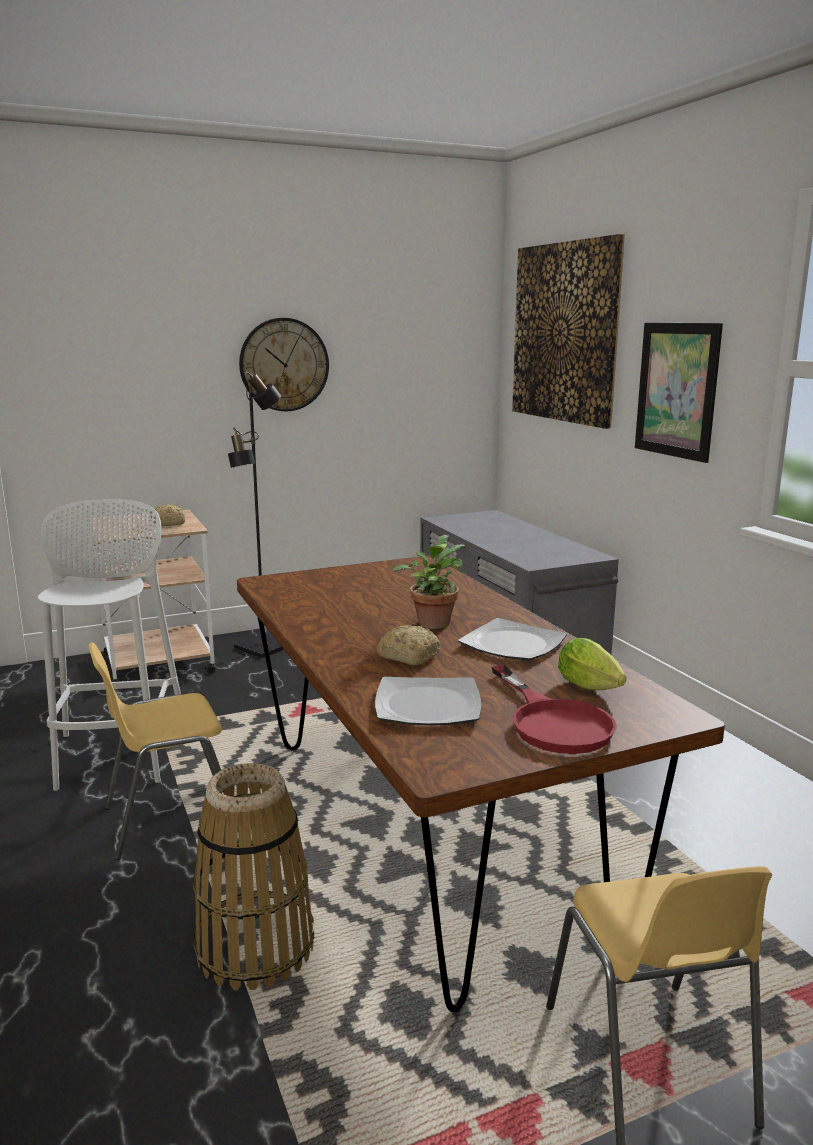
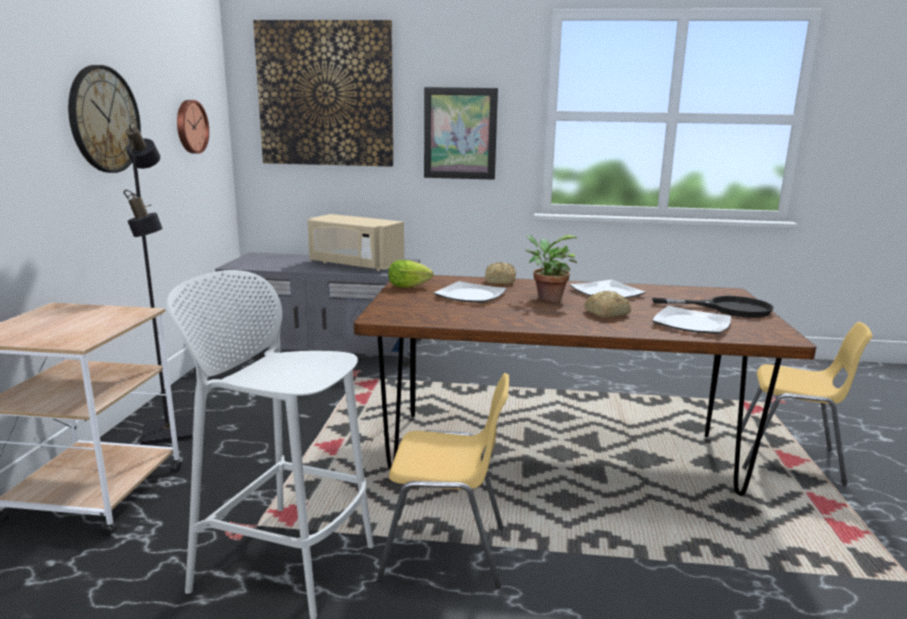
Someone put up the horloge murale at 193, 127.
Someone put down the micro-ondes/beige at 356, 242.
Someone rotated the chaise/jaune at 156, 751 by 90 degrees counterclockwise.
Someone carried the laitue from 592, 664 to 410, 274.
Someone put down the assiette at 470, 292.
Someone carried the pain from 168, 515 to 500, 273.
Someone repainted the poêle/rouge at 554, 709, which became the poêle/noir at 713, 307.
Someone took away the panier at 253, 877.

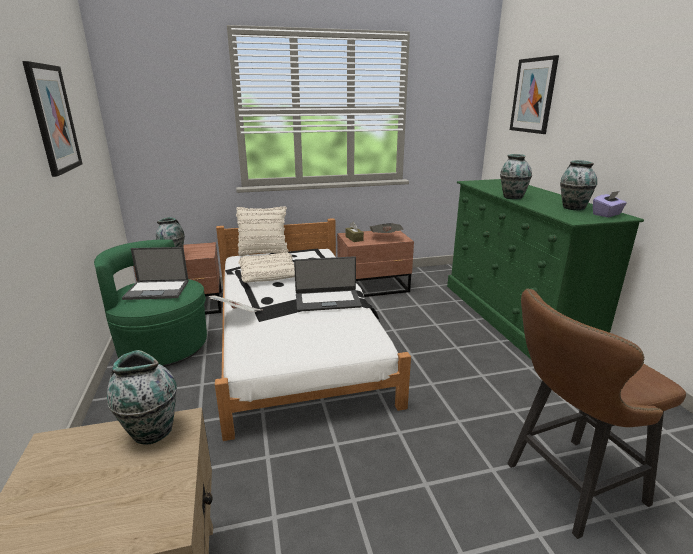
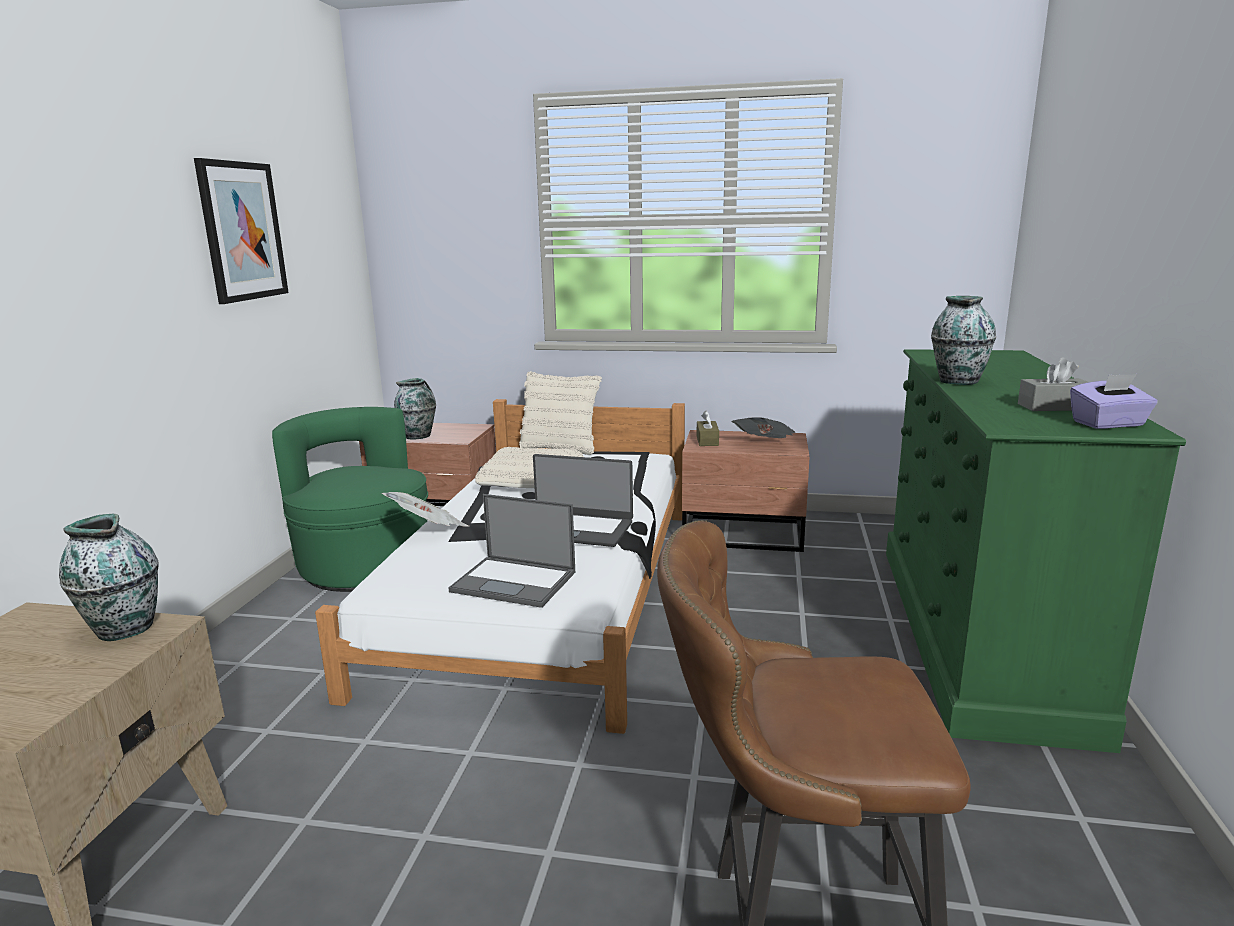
Someone carried the ordinateur portable from 155, 273 to 511, 551.
Someone swapped the vase at 578, 185 for the boîte à mouchoirs/gris at 1053, 384.
Someone took away the tableau at 534, 94.

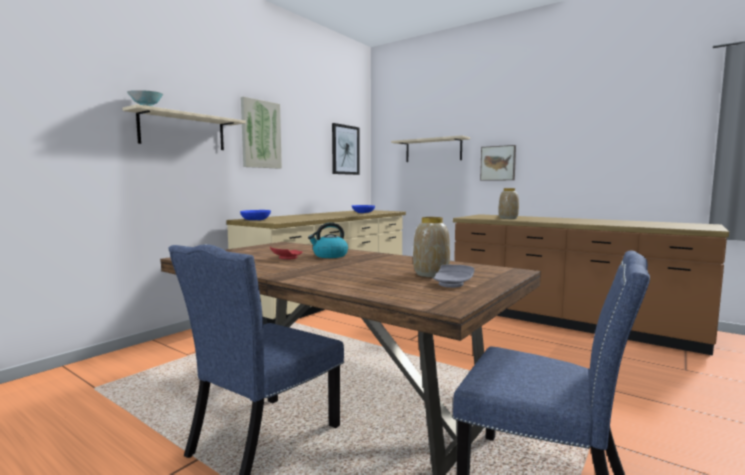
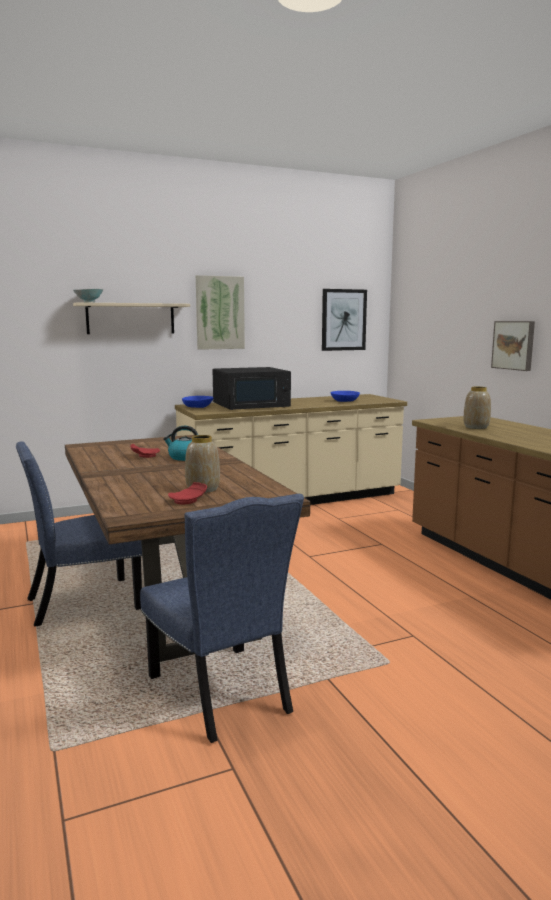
Someone repainted the assiette/gris at 453, 276, which became the assiette/rouge at 187, 493.
Someone put down the micro-ondes/noir at 252, 388.
Someone took away the étagère/beige at 430, 148.

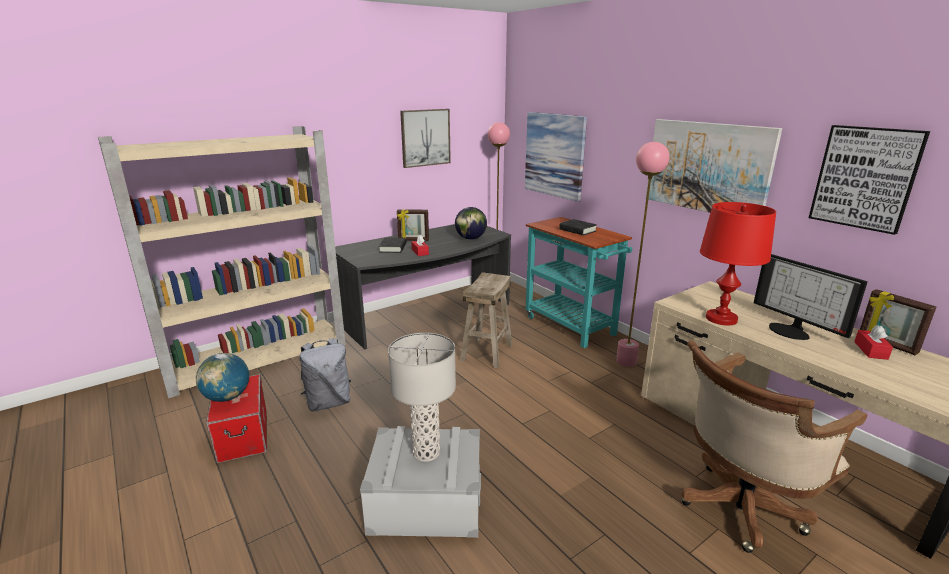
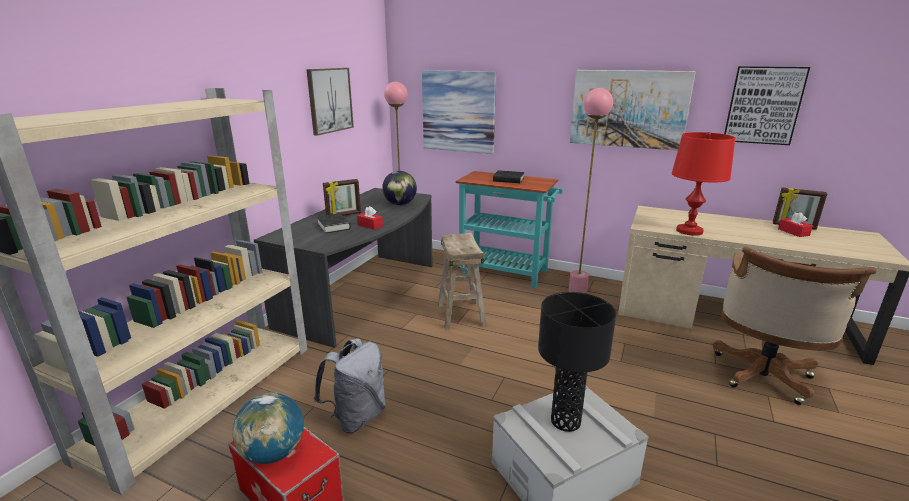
Someone repainted the lampe de table/blanc at 422, 397, which became the lampe de table/noir at 577, 362.
Someone took away the écran d'ordinateur at 810, 297.

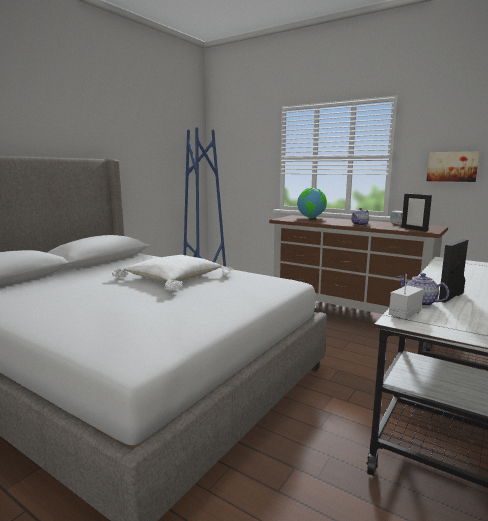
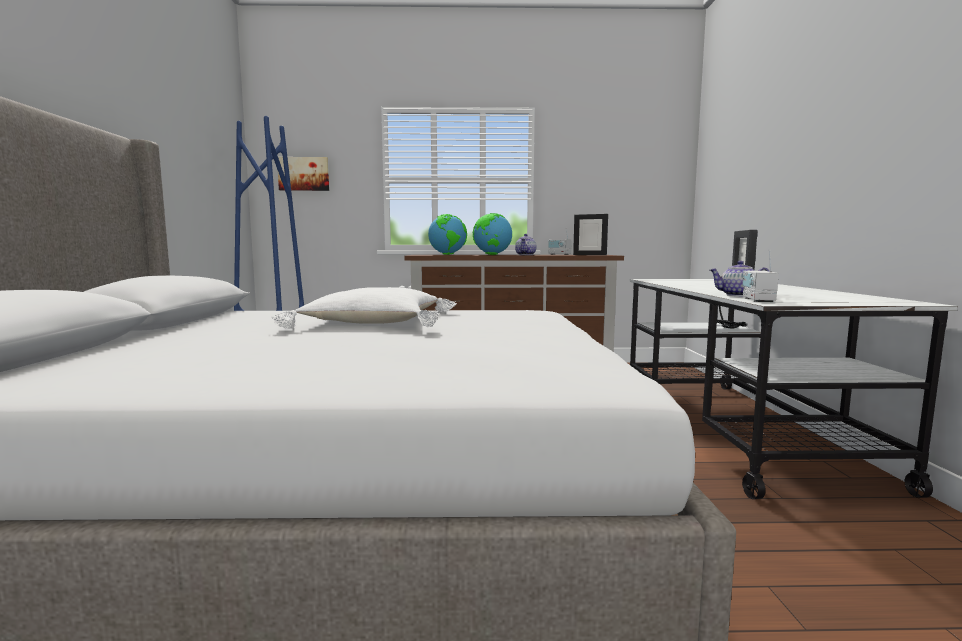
Someone carried the tableau from 453, 166 to 303, 174.
Someone put down the globe at 492, 234.

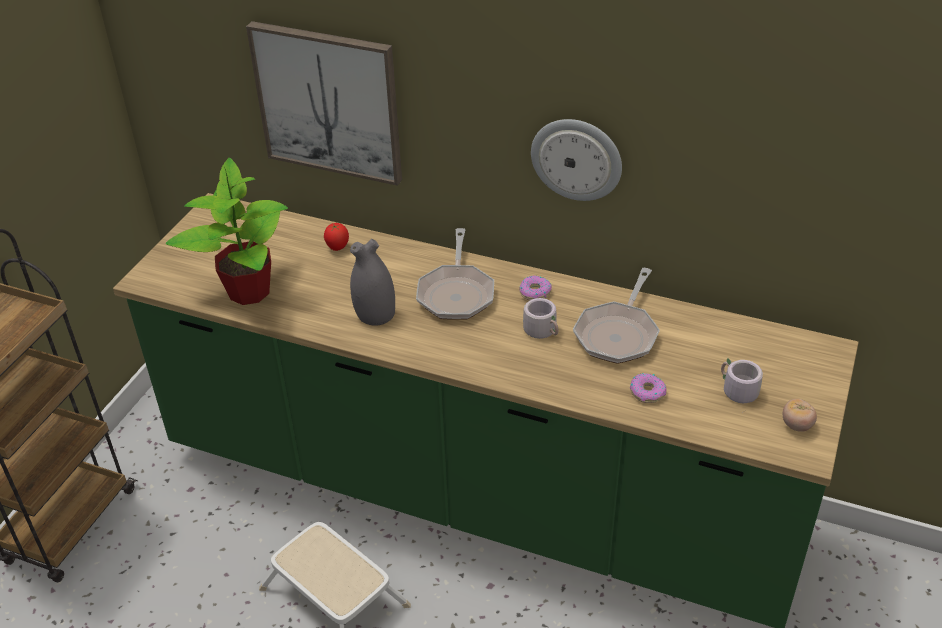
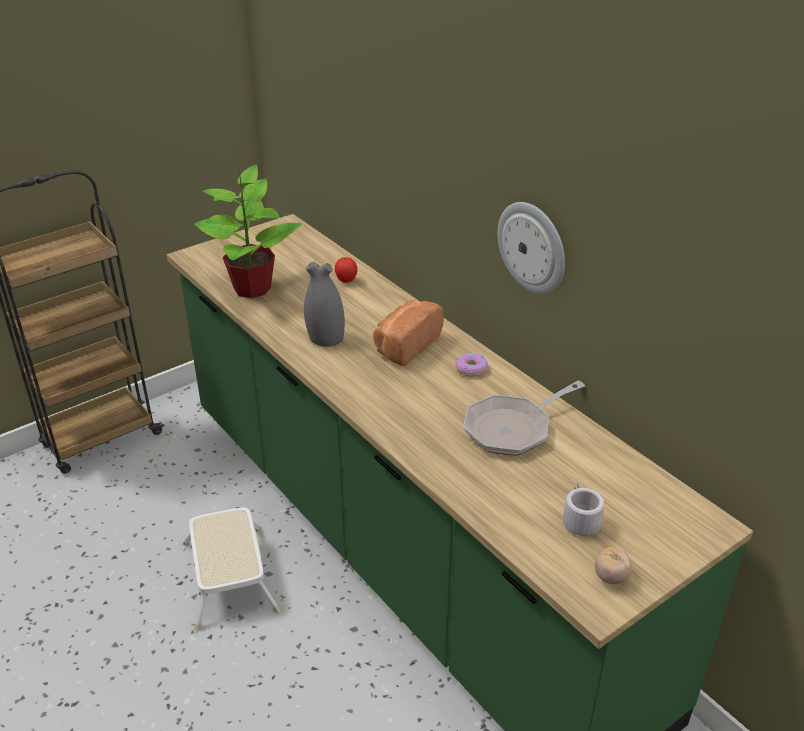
Someone swapped the poêle at 455, 274 for the pain at 408, 333.
Someone took away the tableau at 324, 103.
Someone took away the mug/gris at 540, 318.
Someone took away the beignet at 648, 388.

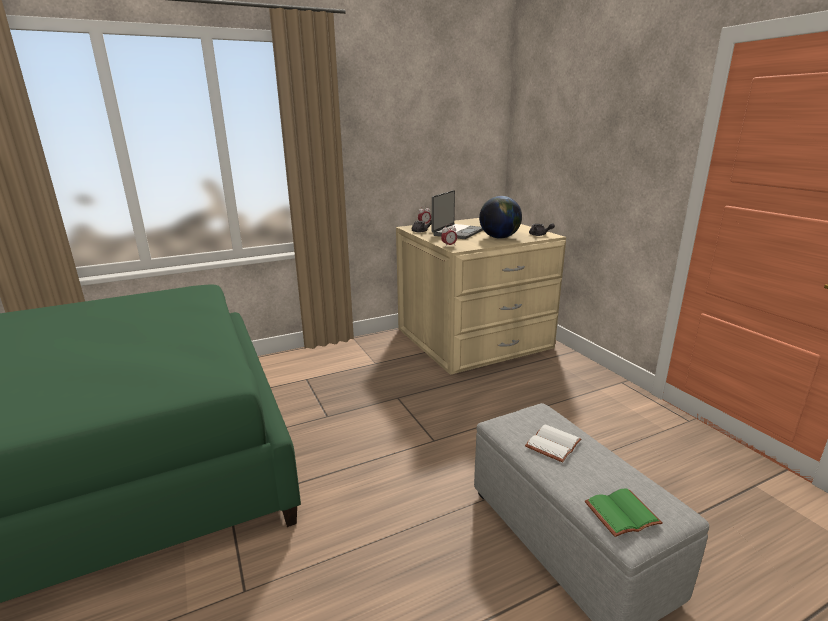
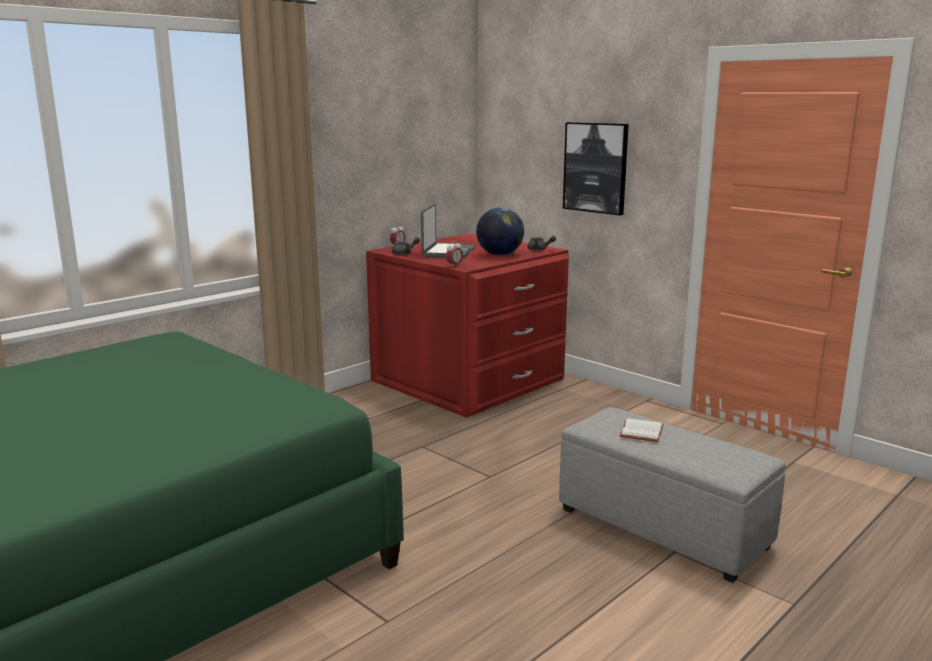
Someone repainted the commode/beige at 481, 296, which became the commode/rouge at 467, 325.
Someone put up the tableau at 596, 168.
Someone took away the livre/vert at 623, 513.

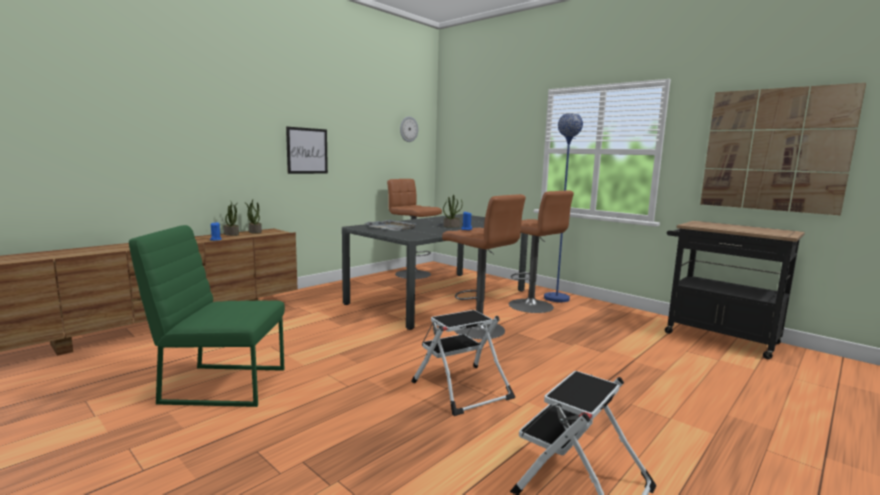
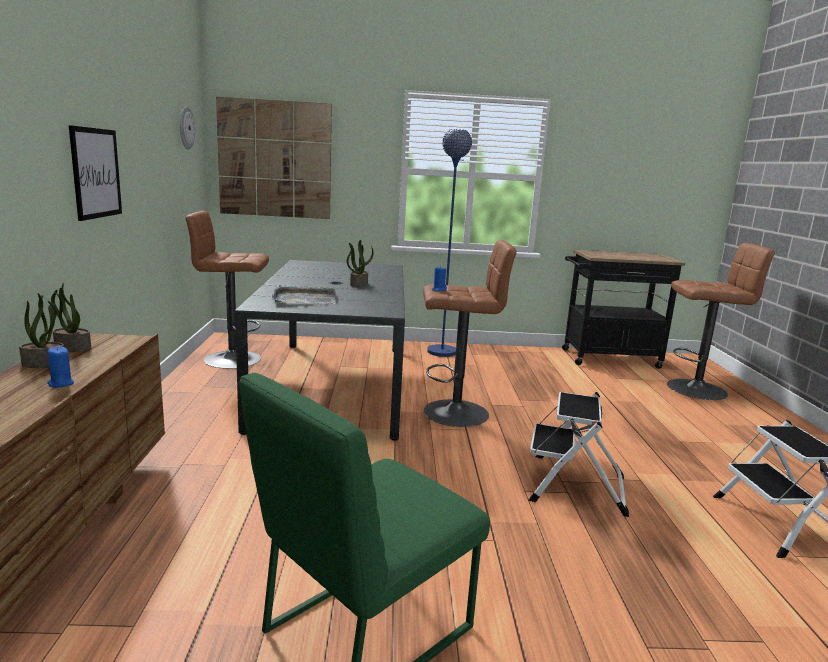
Someone carried the tableau from 783, 149 to 274, 158.
Someone carried the tabouret/marron from 541, 252 to 721, 321.

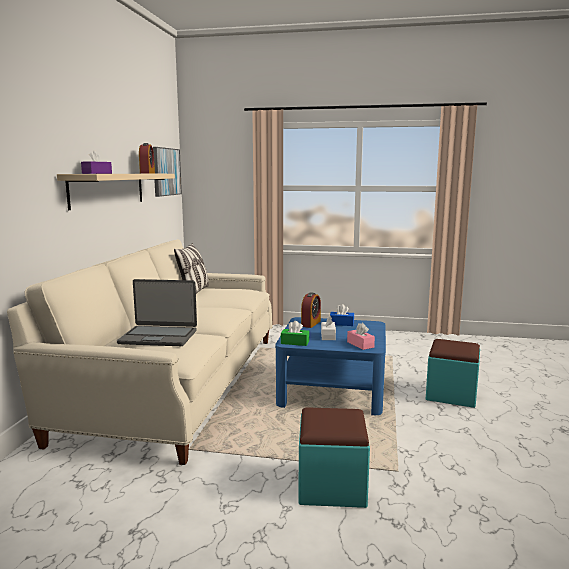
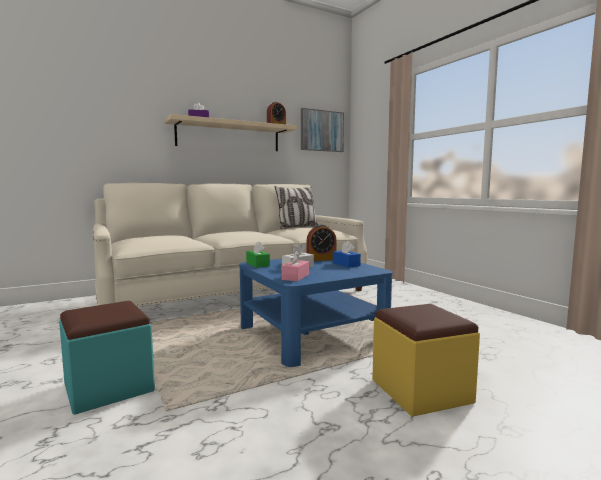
Someone repainted the pouf/turquoise at 453, 373, which became the pouf/jaune at 426, 360.
Someone took away the ordinateur portable at 157, 312.

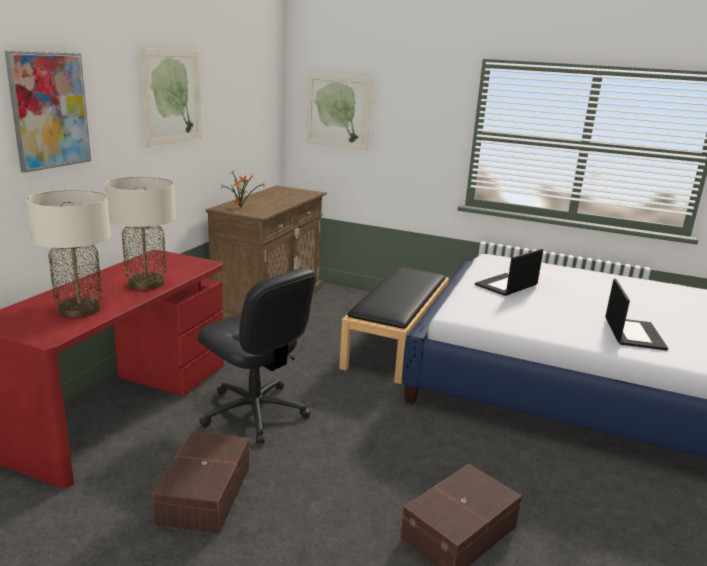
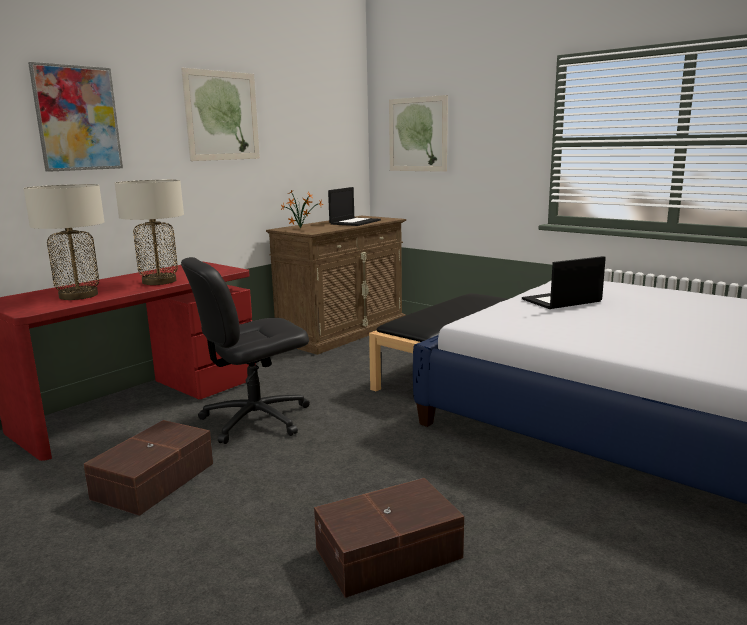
Someone rotated the chaise de bureau/noir at 256, 356 by 90 degrees clockwise.
Someone carried the ordinateur portable from 636, 314 to 354, 206.

